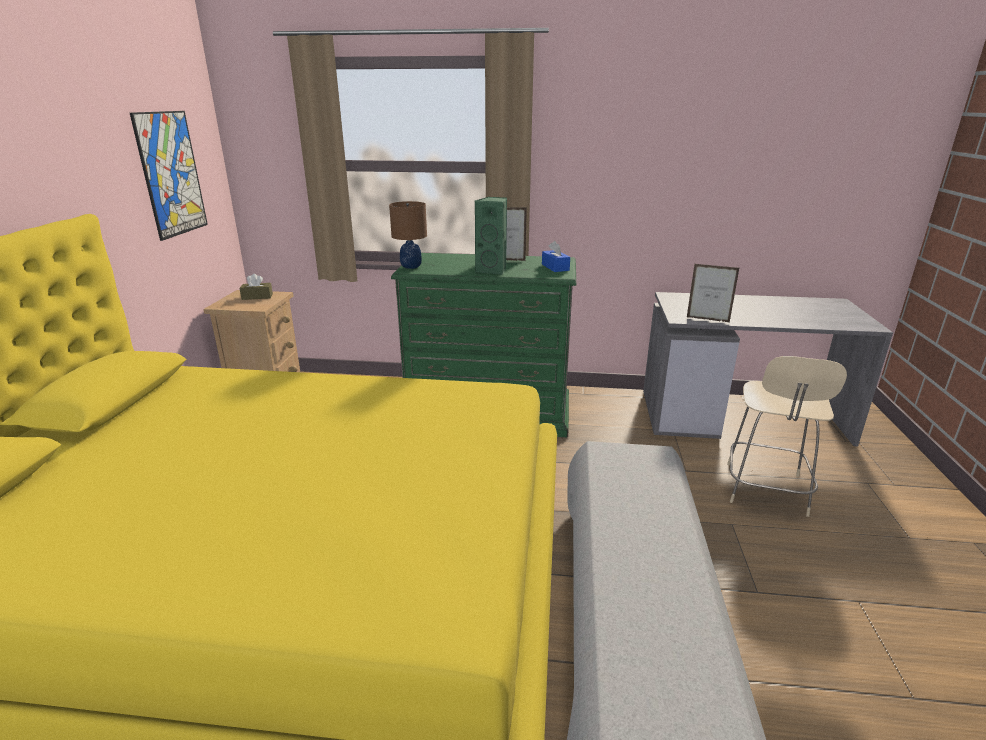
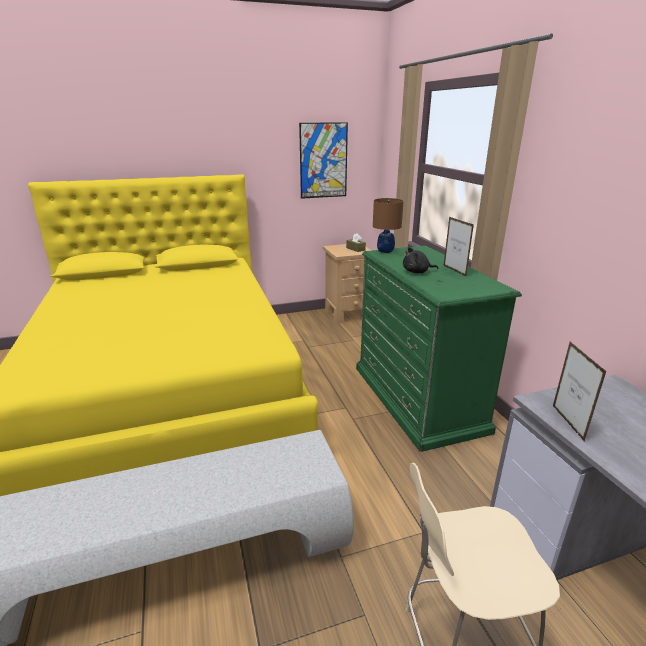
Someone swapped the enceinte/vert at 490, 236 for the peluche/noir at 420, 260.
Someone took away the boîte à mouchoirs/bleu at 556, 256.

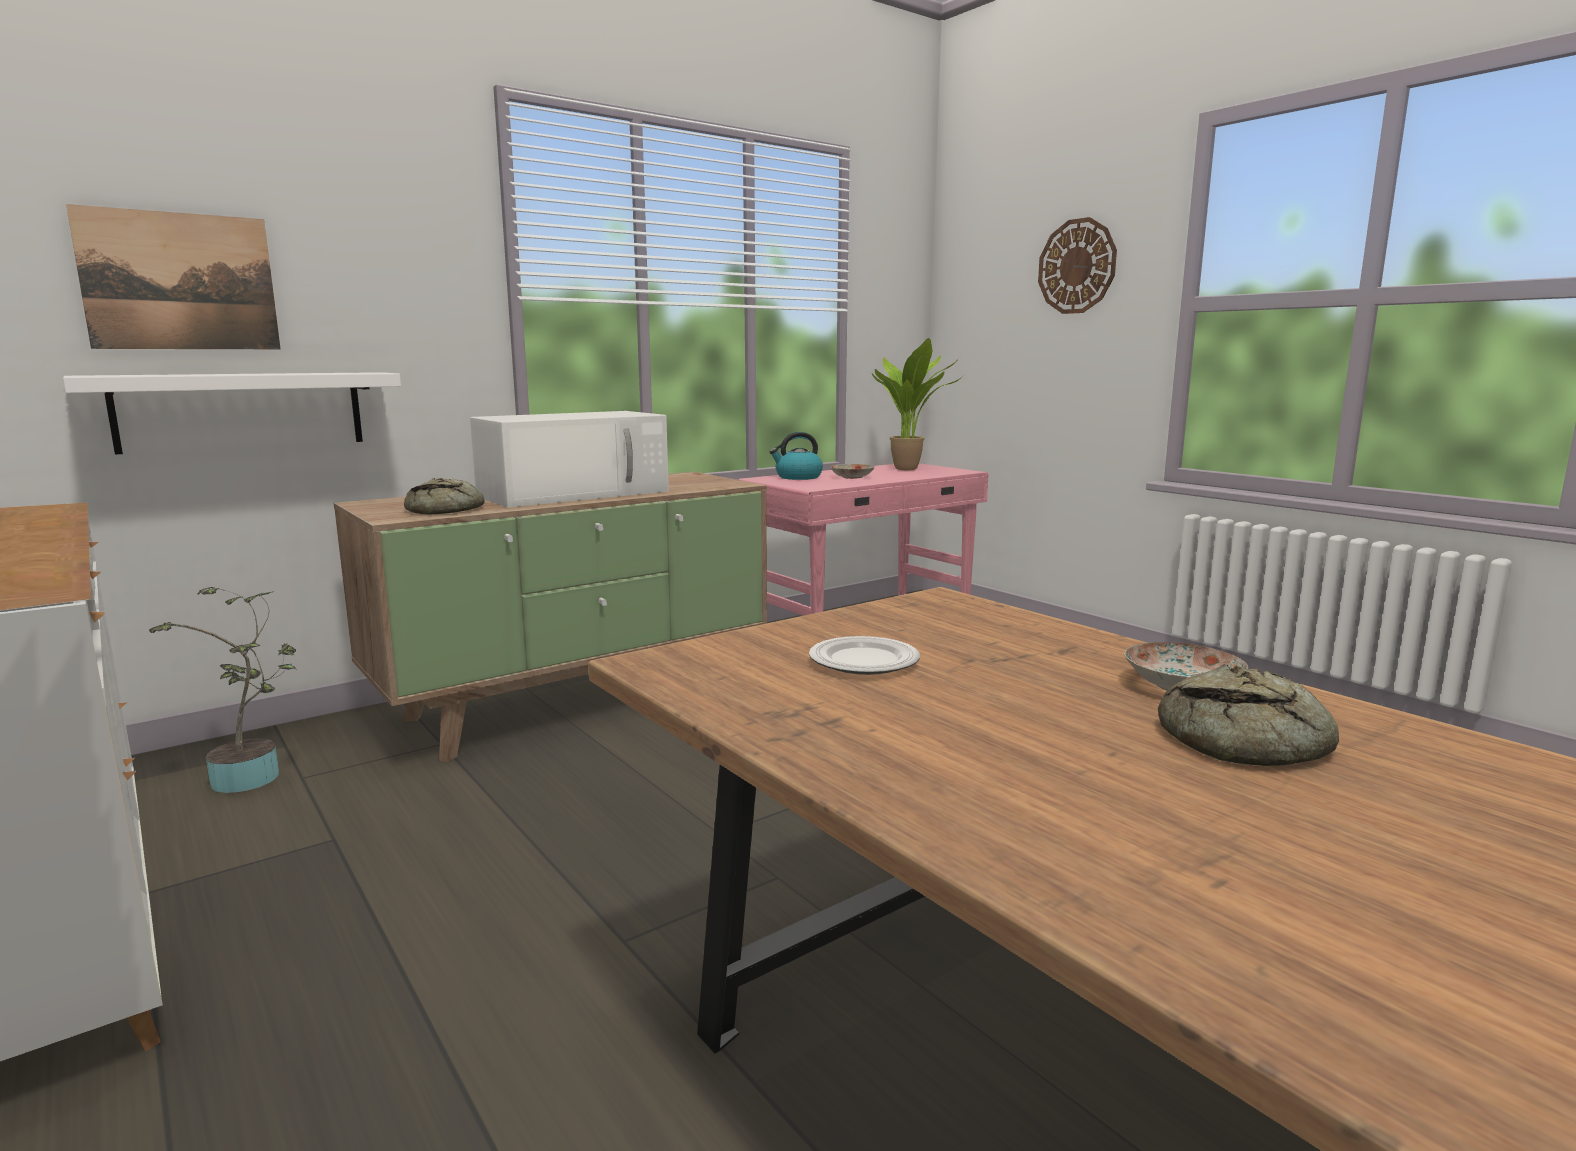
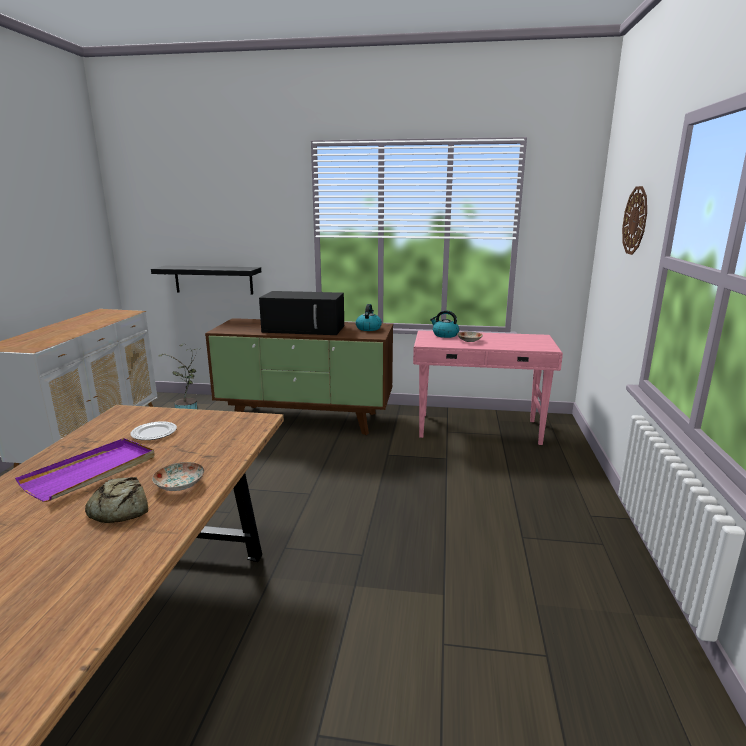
Someone put down the plateau/violet at 85, 470.
Someone repainted the étagère/blanc at 232, 413, which became the étagère/noir at 206, 280.
Someone repainted the commode/vert at 550, 617, which became the commode/marron at 299, 376.
Someone repainted the micro-ondes/blanc at 569, 459, which became the micro-ondes/noir at 301, 313.
Someone put down the bouilloire at 369, 317.
Someone took away the tableau at 173, 276.
Someone took away the pain at 444, 496.
Someone took away the plante en pot at 917, 404.

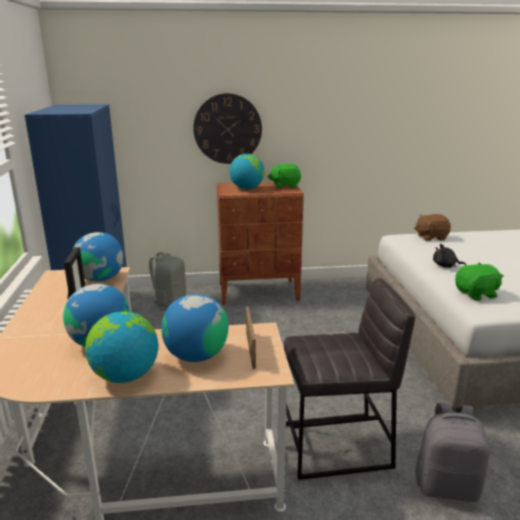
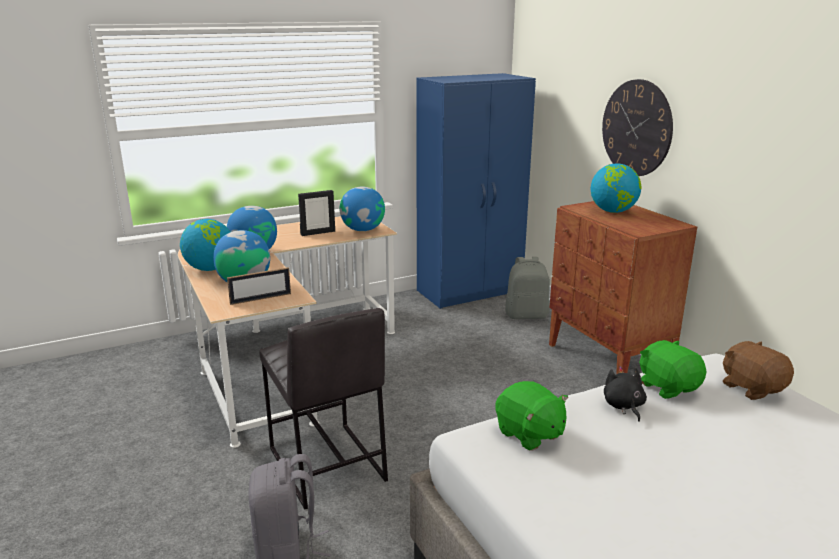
Someone carried the peluche/vert from 284, 176 to 672, 369.

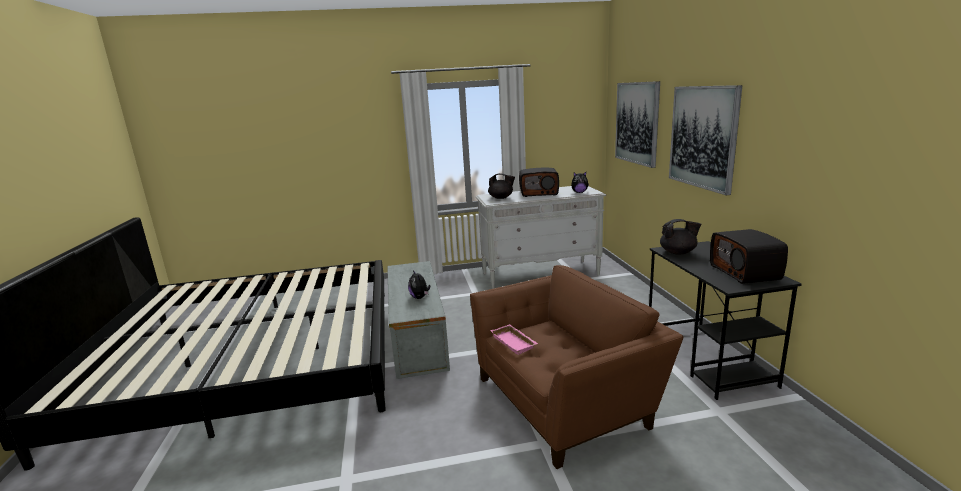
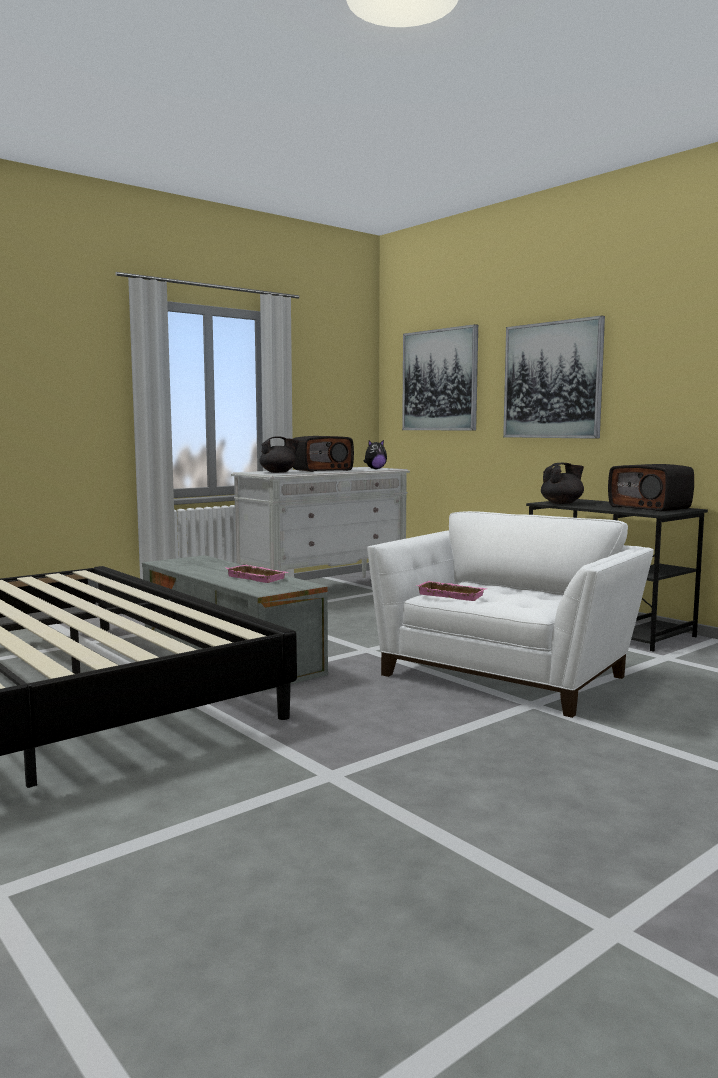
Someone swapped the peluche at 419, 284 for the plateau/rose at 257, 574.
Someone repainted the fauteuil/marron at 576, 367, which became the fauteuil/blanc at 510, 614.

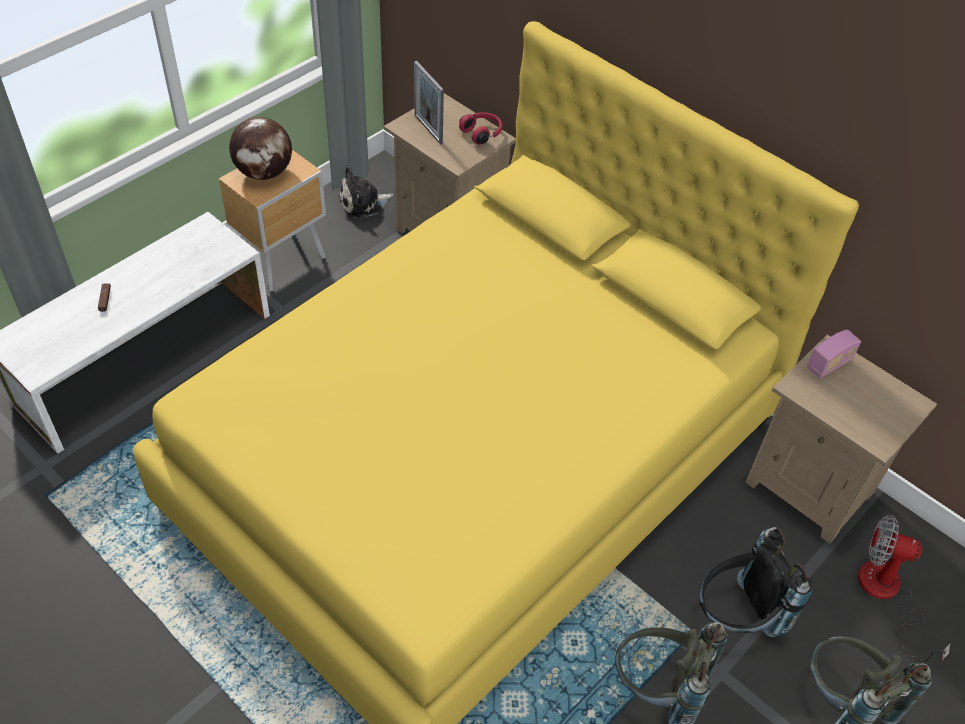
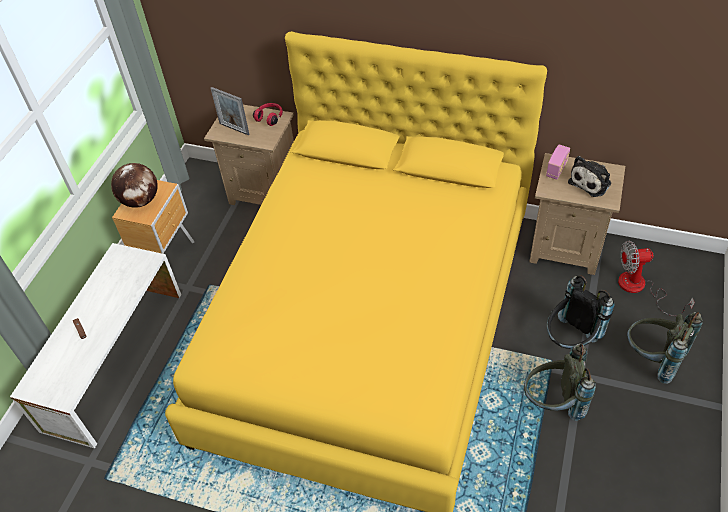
Someone carried the peluche from 366, 193 to 589, 176.

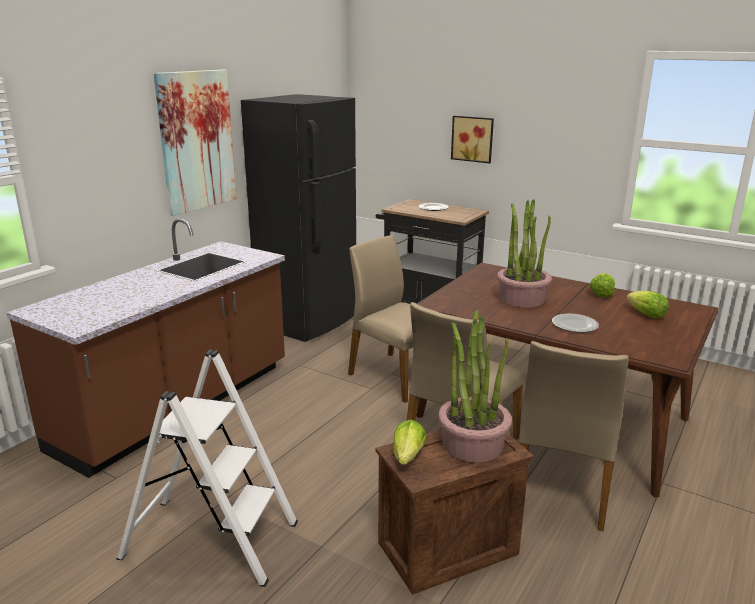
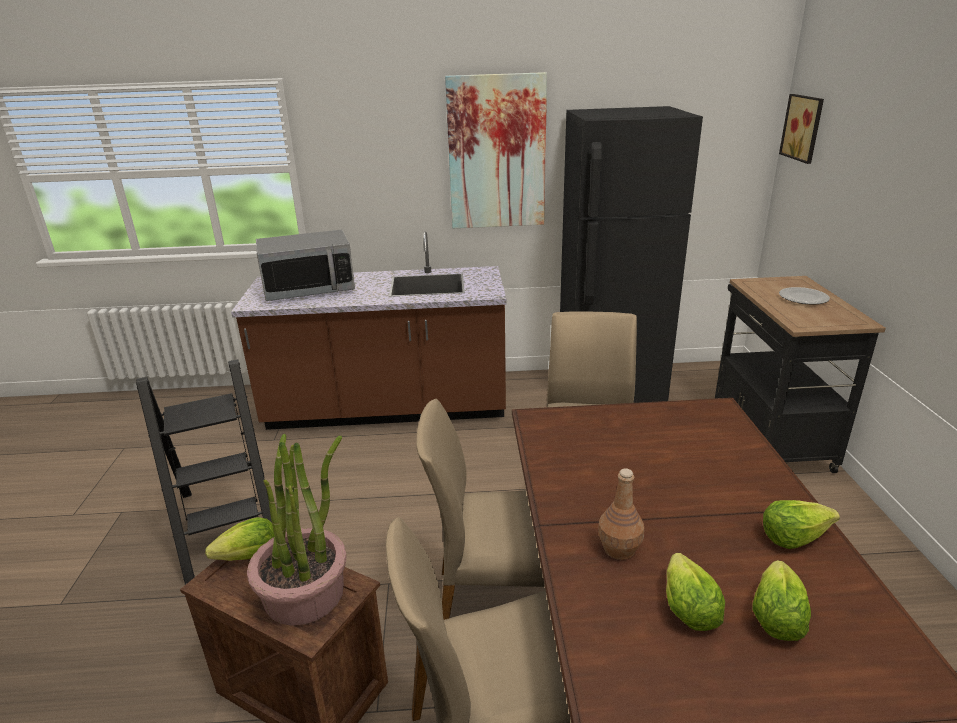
Someone repainted the escabeau/blanc at 207, 468, which became the escabeau/noir at 204, 472.
Someone put down the micro-ondes at 305, 265.
Someone swapped the assiette at 575, 323 for the bouteille/marron at 621, 514.
Someone put down the laitue at 695, 592.
Someone carried the tableau from 472, 139 to 801, 129.
Someone took away the plante en pot at 524, 253.

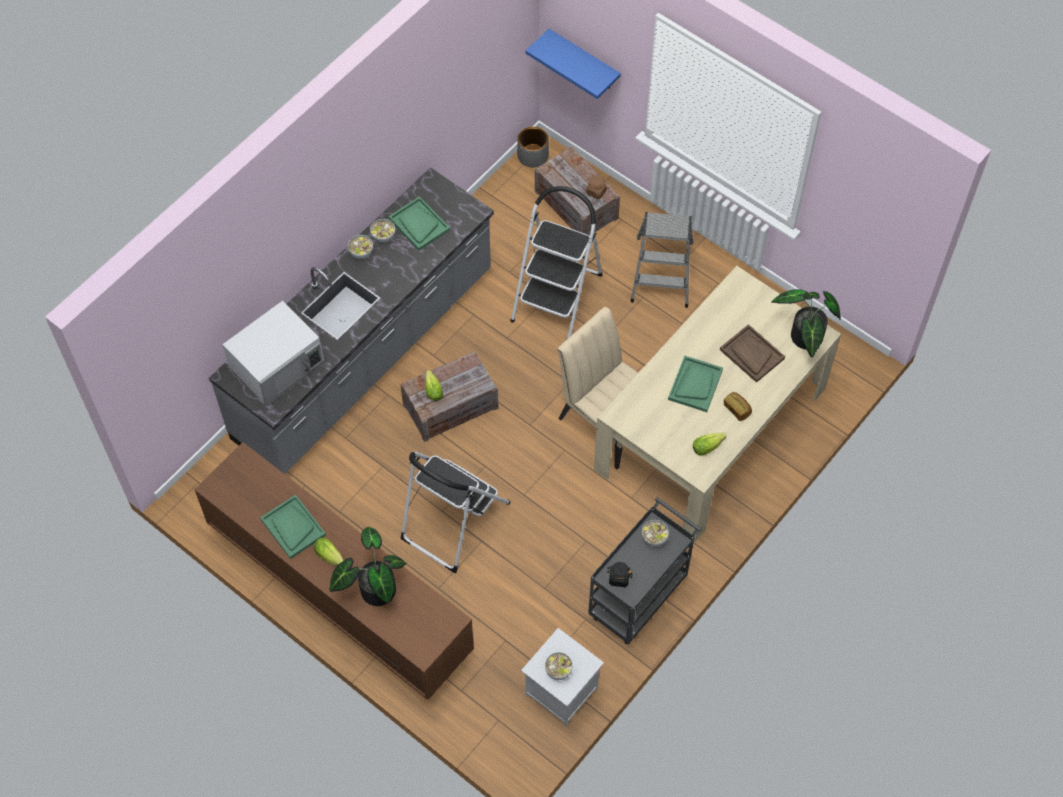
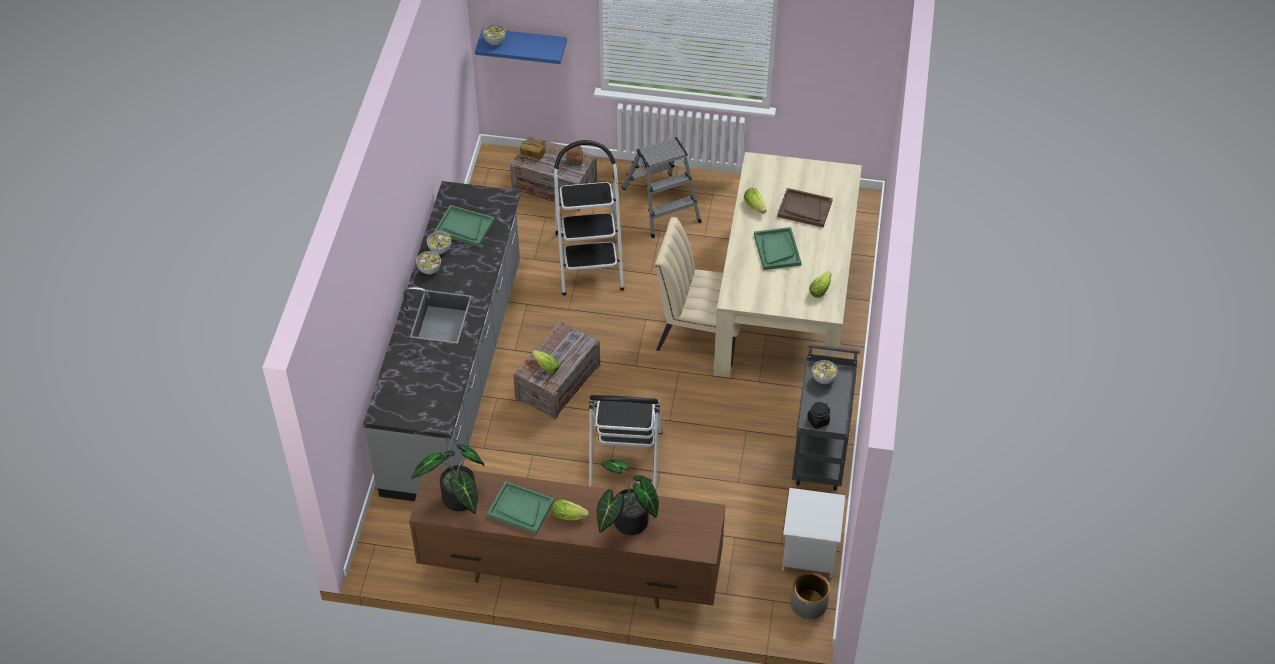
Someone carried the plante en pot from 806, 323 to 447, 479.
Someone carried the bol from 559, 666 to 494, 34.
Someone carried the pain from 738, 406 to 533, 150.
Someone put down the laitue at 755, 201.
Someone carried the cache-pot/gris from 533, 146 to 810, 595.
Someone took away the micro-ondes/blanc at 273, 353.

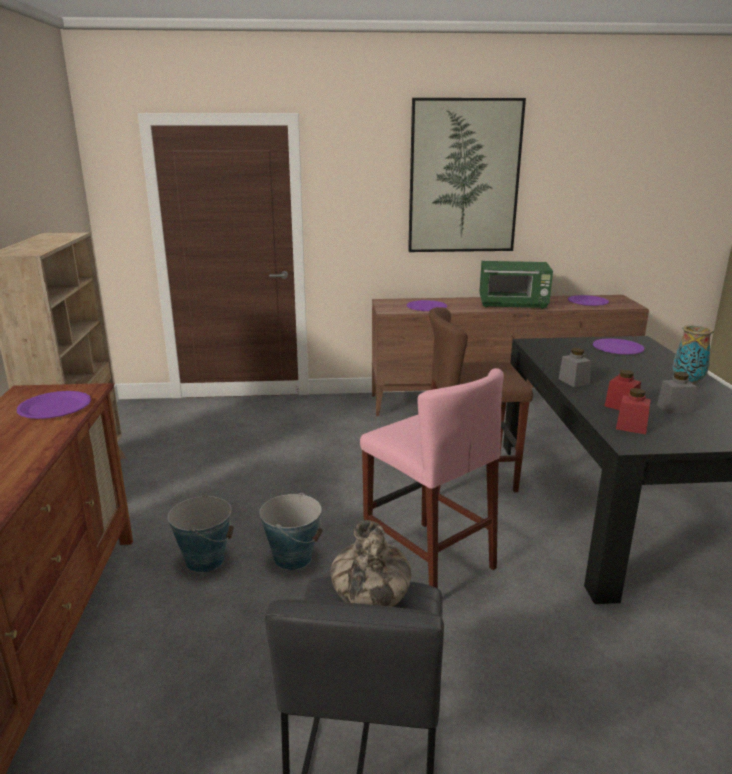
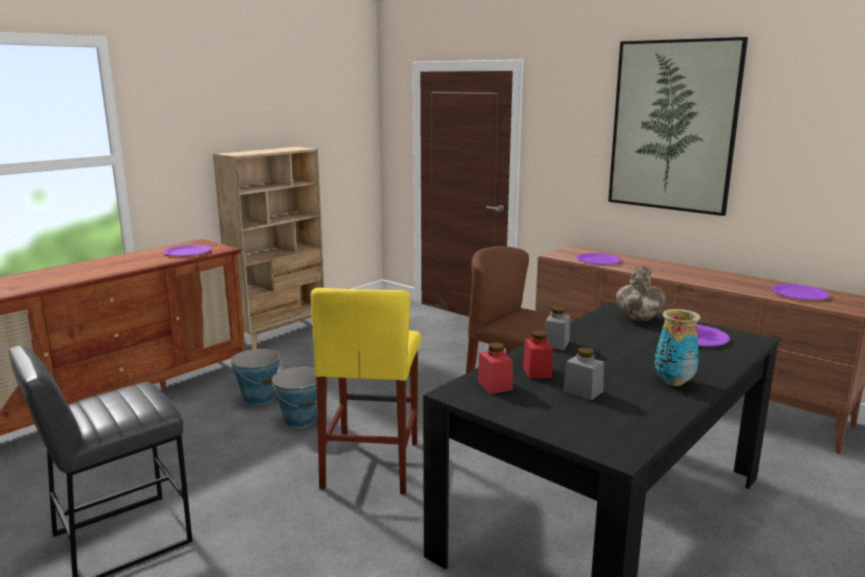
Someone repainted the tabouret/rose at 432, 478, which became the tabouret/jaune at 366, 391.
Someone carried the vase from 371, 563 to 641, 294.
Someone took away the micro-ondes/vert at 516, 285.

